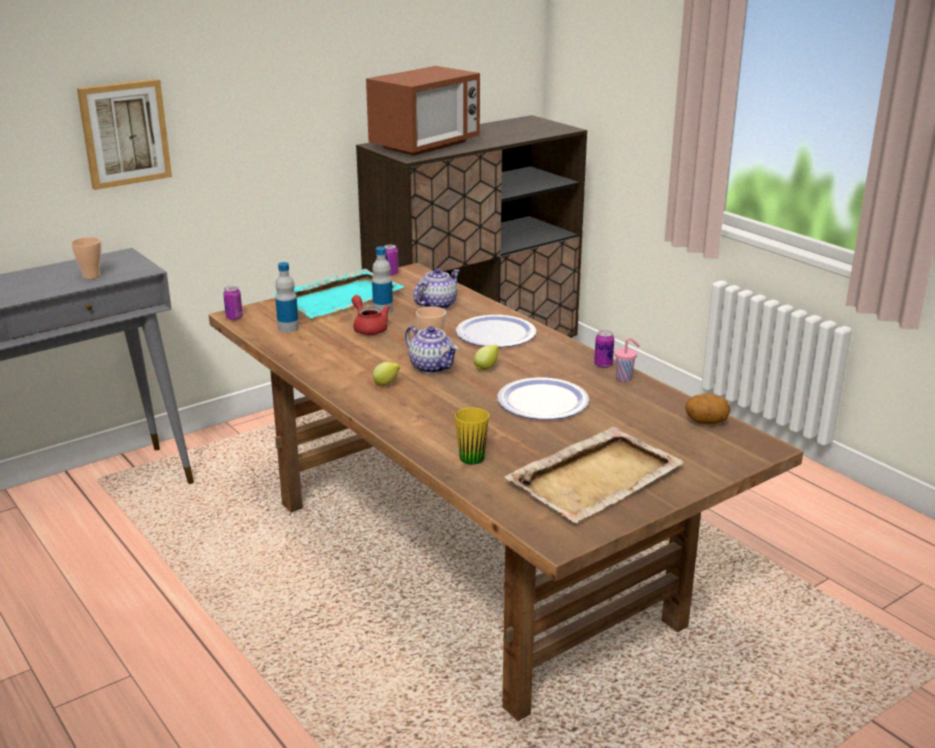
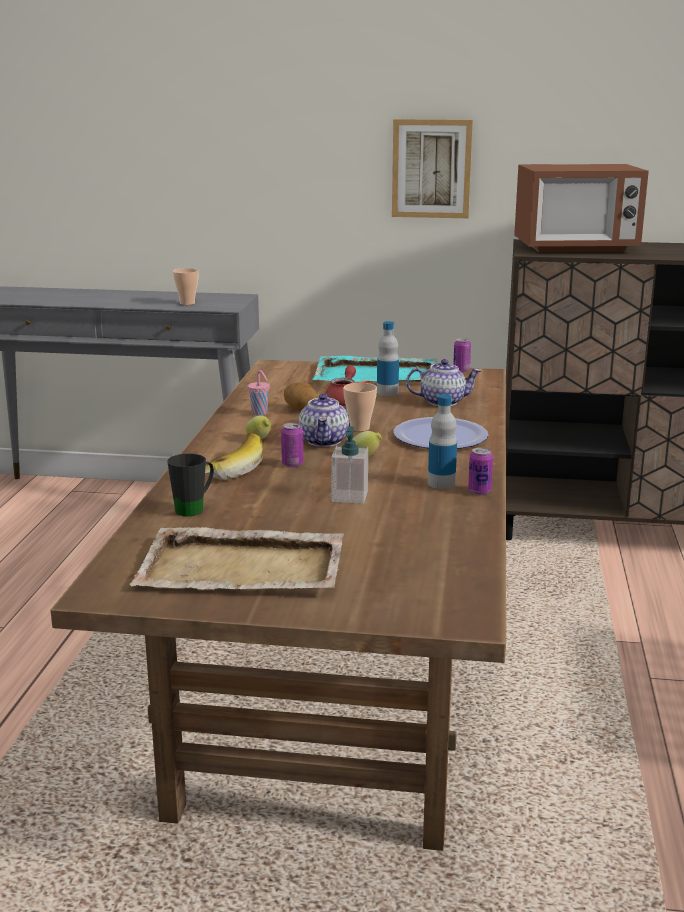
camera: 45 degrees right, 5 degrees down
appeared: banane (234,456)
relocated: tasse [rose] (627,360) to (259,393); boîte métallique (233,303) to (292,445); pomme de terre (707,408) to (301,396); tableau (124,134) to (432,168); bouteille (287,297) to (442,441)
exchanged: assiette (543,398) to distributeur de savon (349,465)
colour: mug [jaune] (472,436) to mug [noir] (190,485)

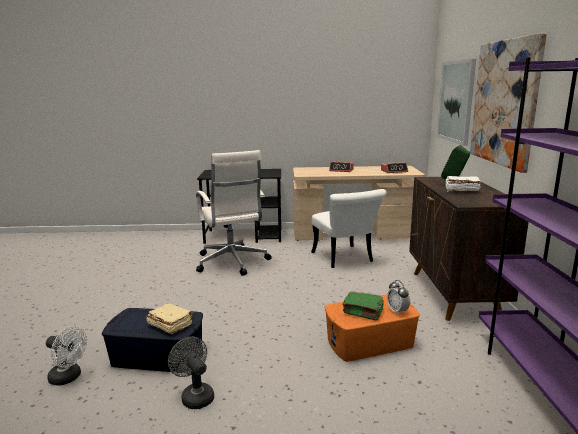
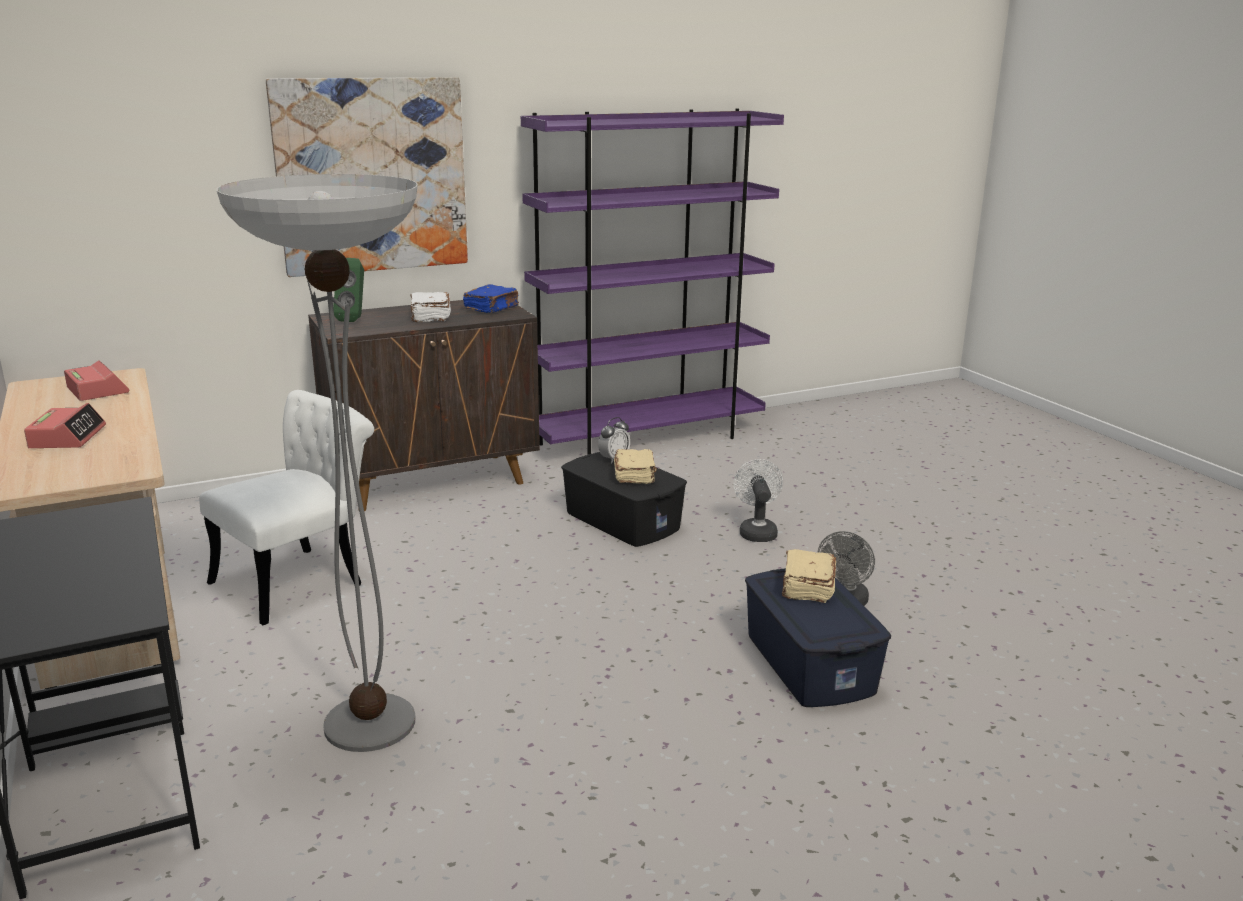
camera: 115 degrees left, 5 degrees up
missing: tableau (456,102)
appeared: livre [bleu] (491,298)
relocated: ventilateur [blanc] (66,356) to (758,500)
exchanged: chaise de bureau [blanc] (234,213) to lampadaire (317,463)
colour: boîte de rangement [orange] (372,328) to boîte de rangement [noir] (624,499); livre [vert] (363,306) to livre [beige] (635,466)

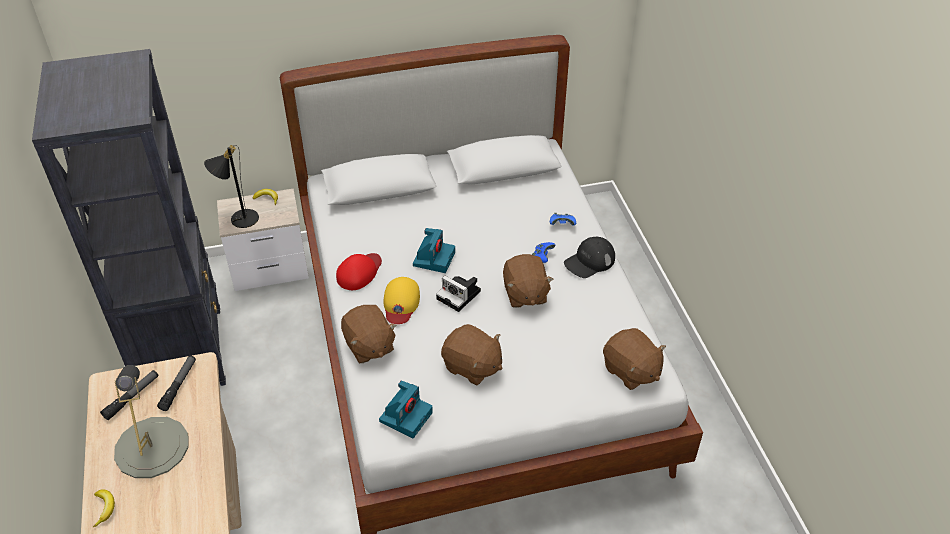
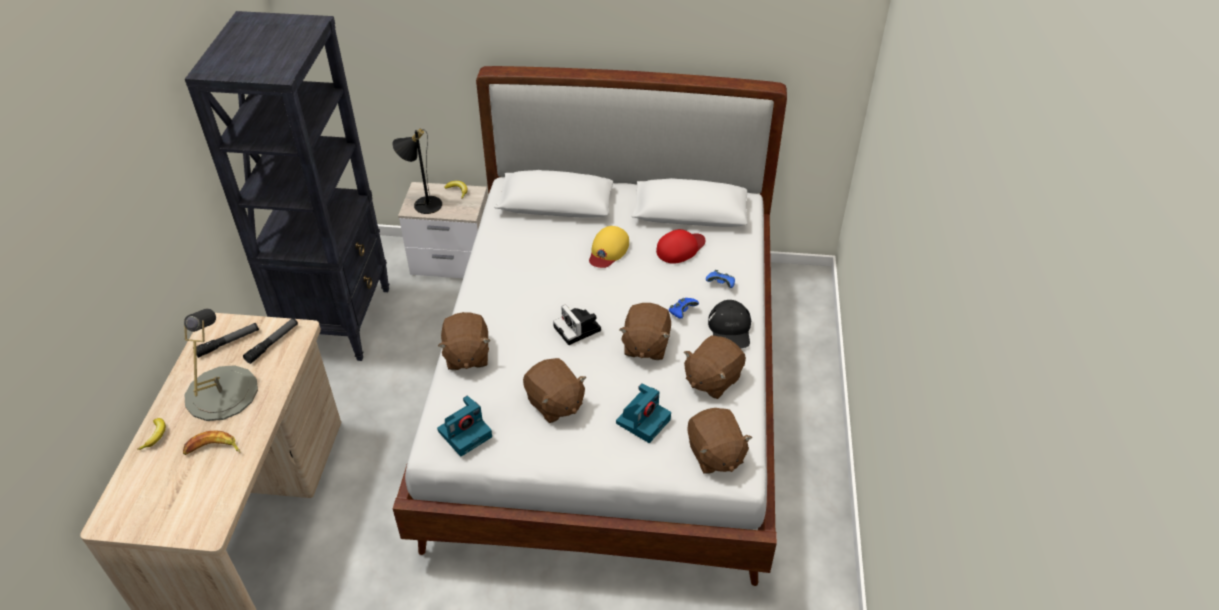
camera: 20 degrees right, 0 degrees up
appeared: banane (211,442); peluche [marron] (715,367)
relocated: casquette [jaune] (401,300) to (609,247); appareil photo (434,250) to (643,413); casquette [rouge] (359,271) to (680,246)
spun: casquette [noir] (589,257) = (729,324) 75 degrees counterclockwise

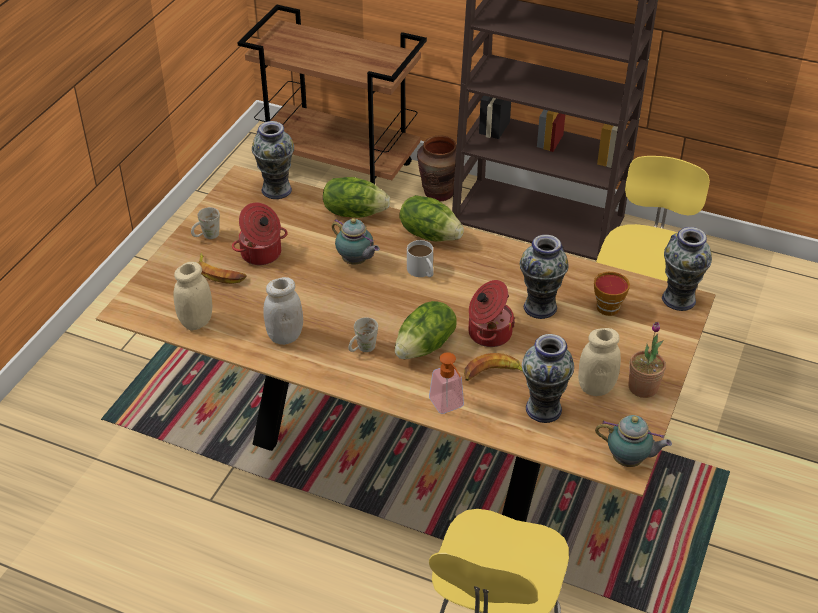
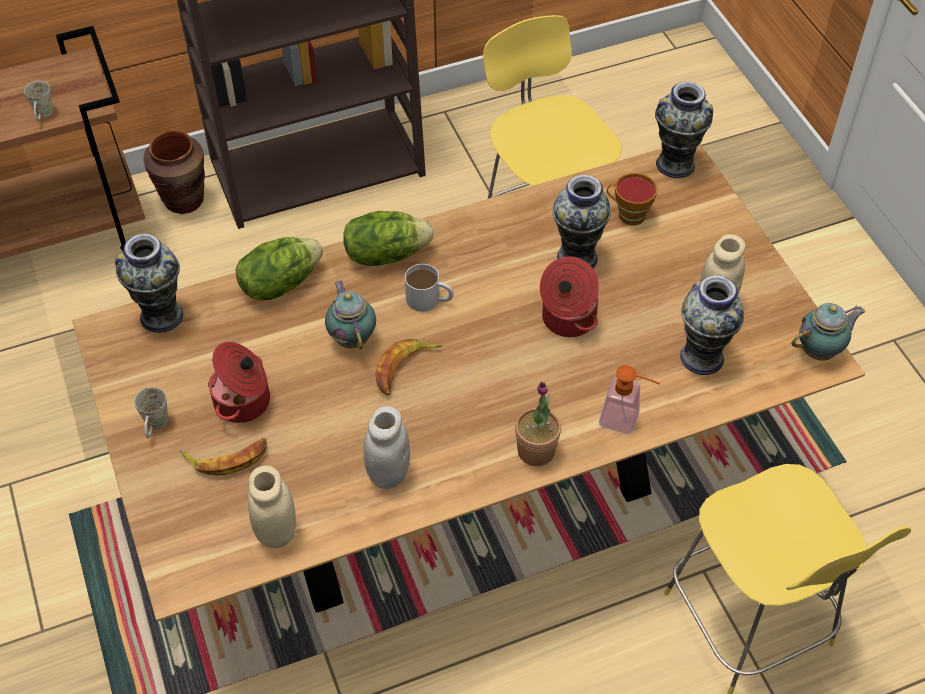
camera: 45 degrees left, 10 degrees up
missing: laitue (426,330)
relocated: mug [blanc] (363,334) to (38,101); banane (493,367) to (409,367); plante en pot (647,360) to (538,424)
spun: théière (356,241) = (350,315) 105 degrees counterclockwise

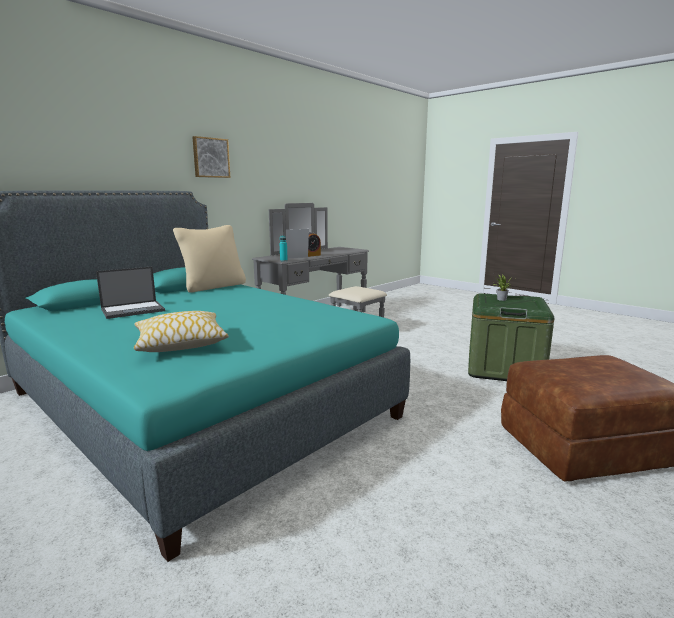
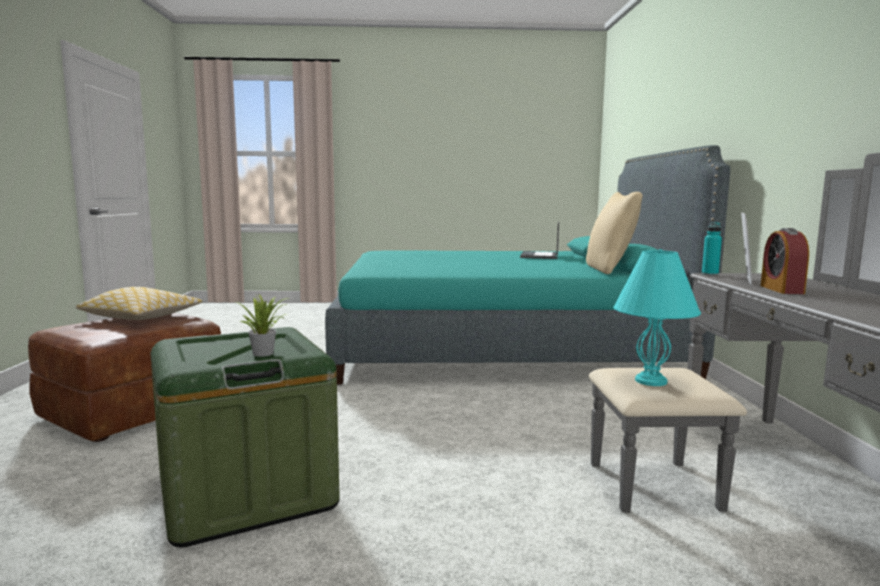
camera: 135 degrees right, 5 degrees down
missing: tableau (211,157)
appeared: lampe de table [turquoise] (657,317)
relocated: coussin (181,331) to (139,303)

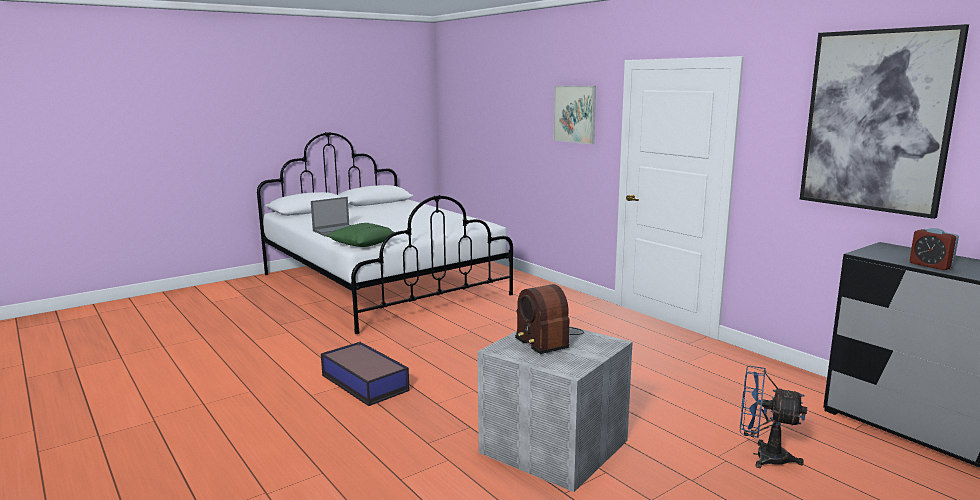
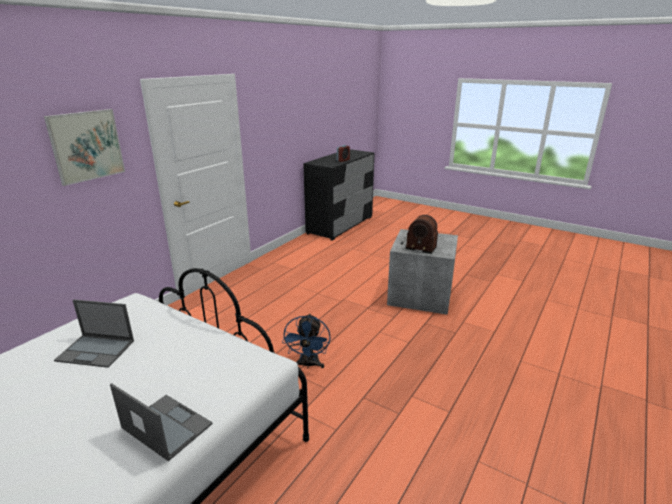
camera: 110 degrees left, 10 degrees up
missing: boîte de rangement (365,374); coussin [vert] (360,235); tableau (884,121)
appeared: ordinateur portable (94,333)
relocated: ventilateur [bleu] (773,417) to (306,341)
spun: radio (549,319) = (419,234) 75 degrees clockwise

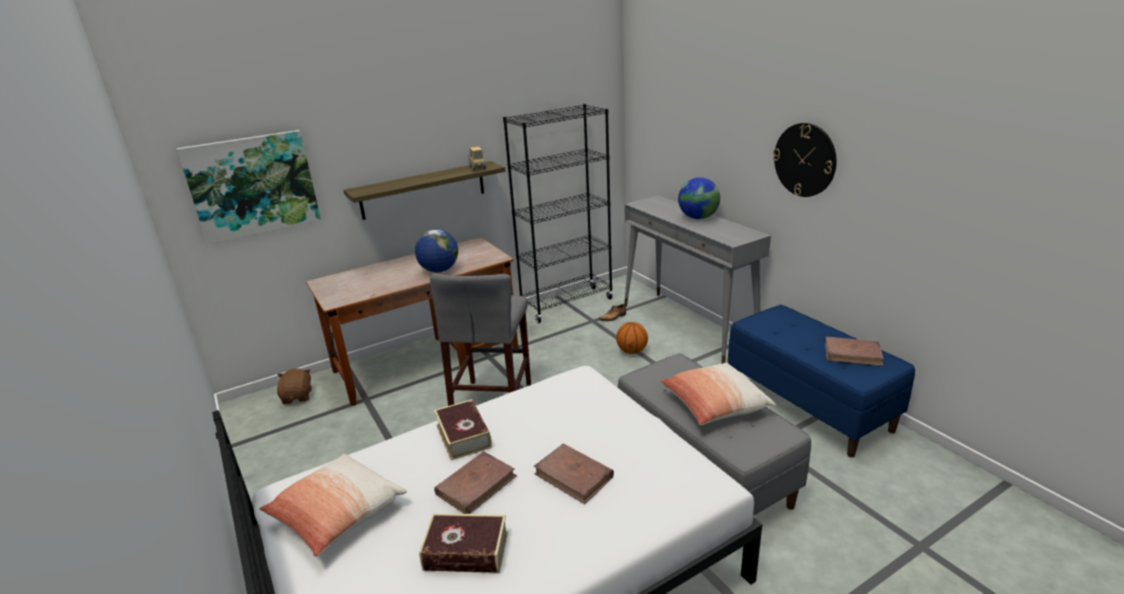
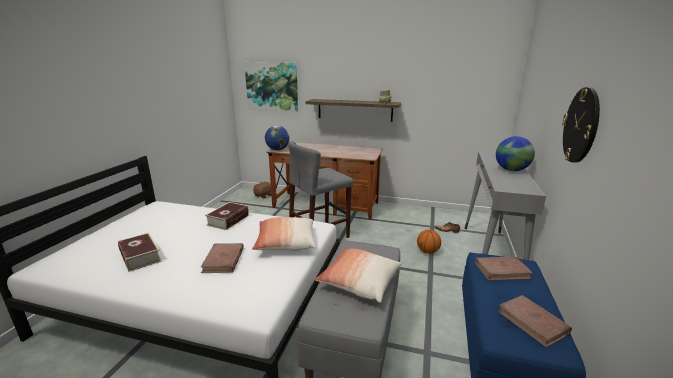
camera: 45 degrees right, 5 degrees down
missing: bibliothèque [noir] (558,213)
relocated: coussin (333,505) to (284,234); globe (436,250) to (277,138); livre [marron] (475,482) to (504,269)

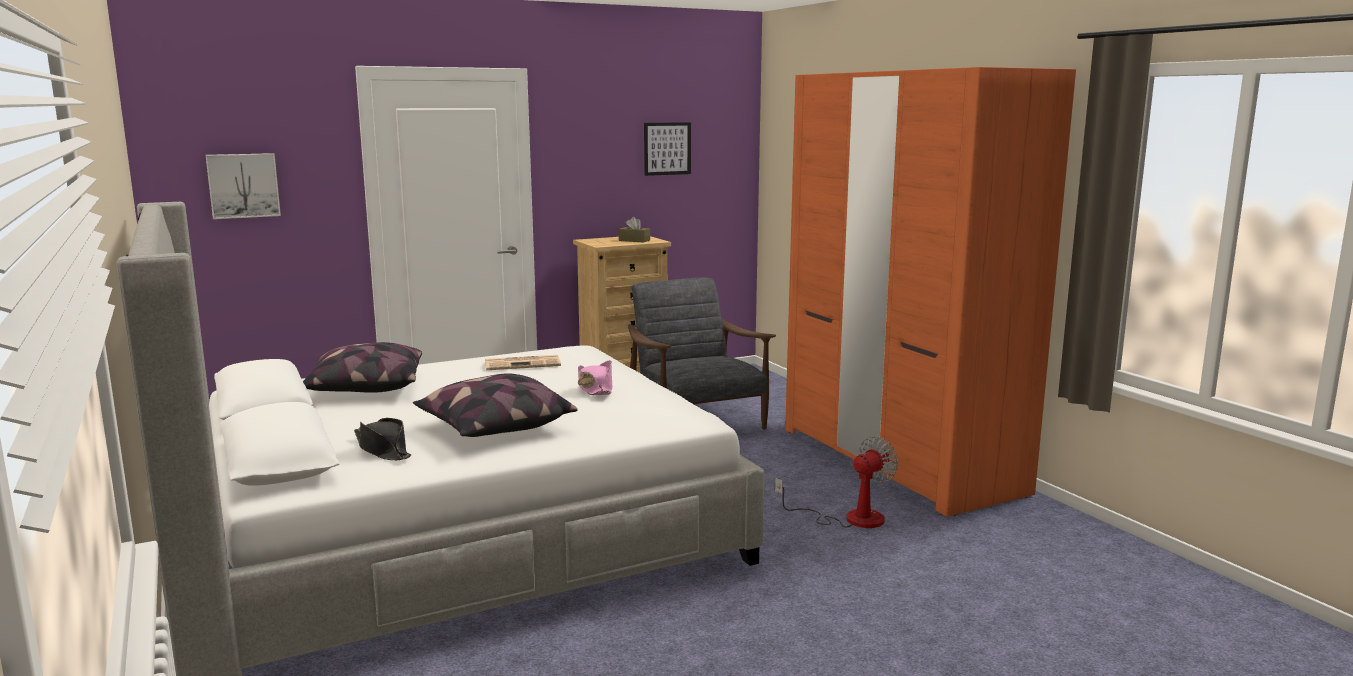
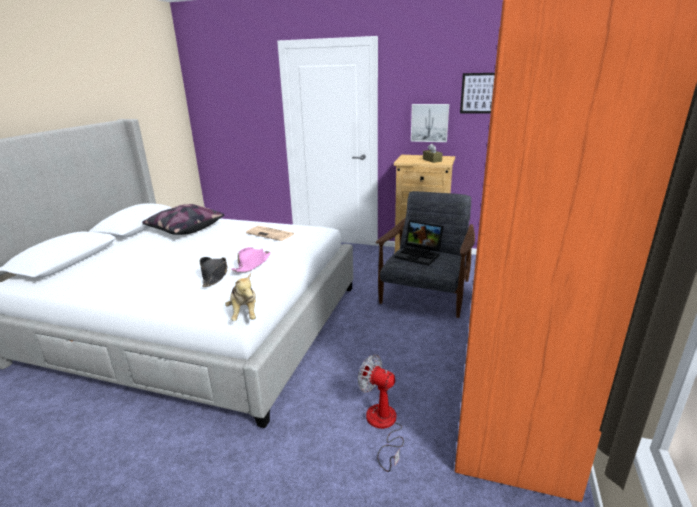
camera: 45 degrees right, 10 degrees up
missing: coussin (495,405)
appeared: peluche (240,297); ordinateur portable (419,243)
relocated: chapeau [noir] (382,439) to (213,272); tableau (243,186) to (430,123)
spun: ventilateur (836,482) = (381,413) 150 degrees counterclockwise

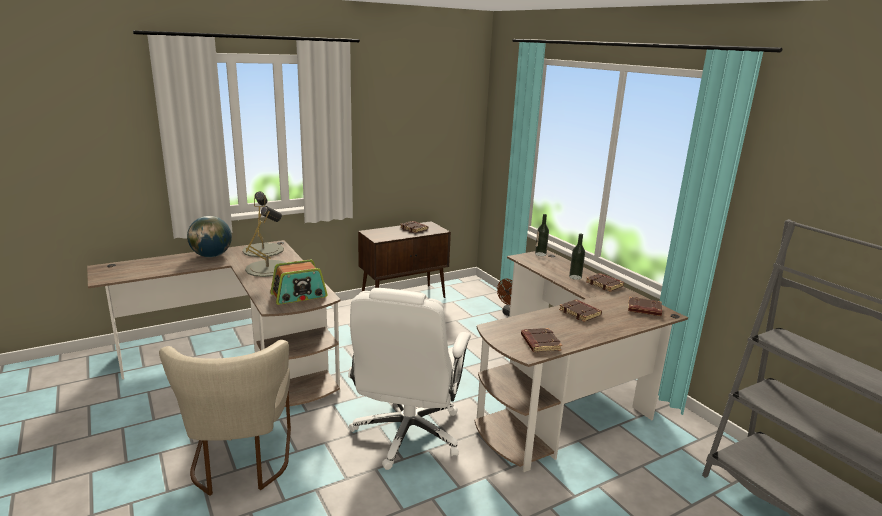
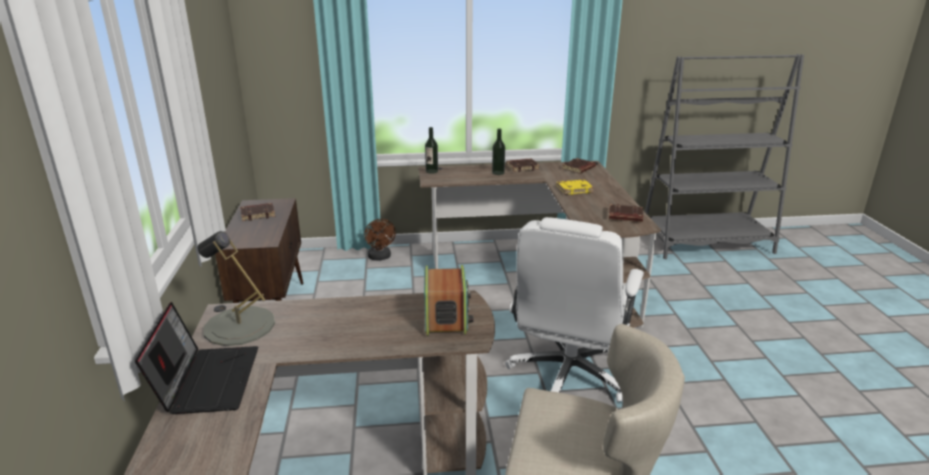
camera: 65 degrees left, 5 degrees up
missing: lampe de table [gris] (266,241)
exchanged: globe (209,236) to ordinateur portable (196,358)
colour: livre [marron] (580,310) to livre [jaune] (575,187)
spun: chaise de bureau [blanc] (409,379) = (574,309) 75 degrees clockwise

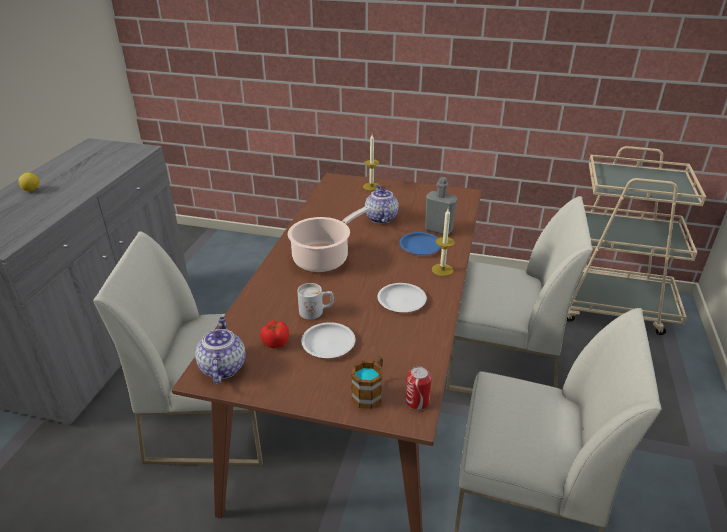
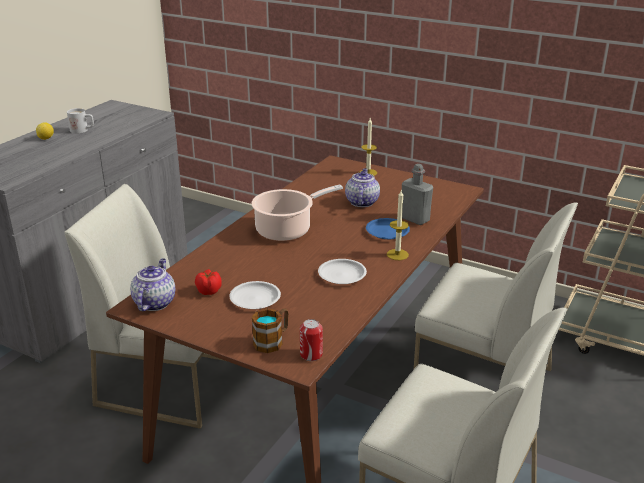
camera: 15 degrees right, 5 degrees down
relocated: mug [blanc] (315,301) to (80,121)

